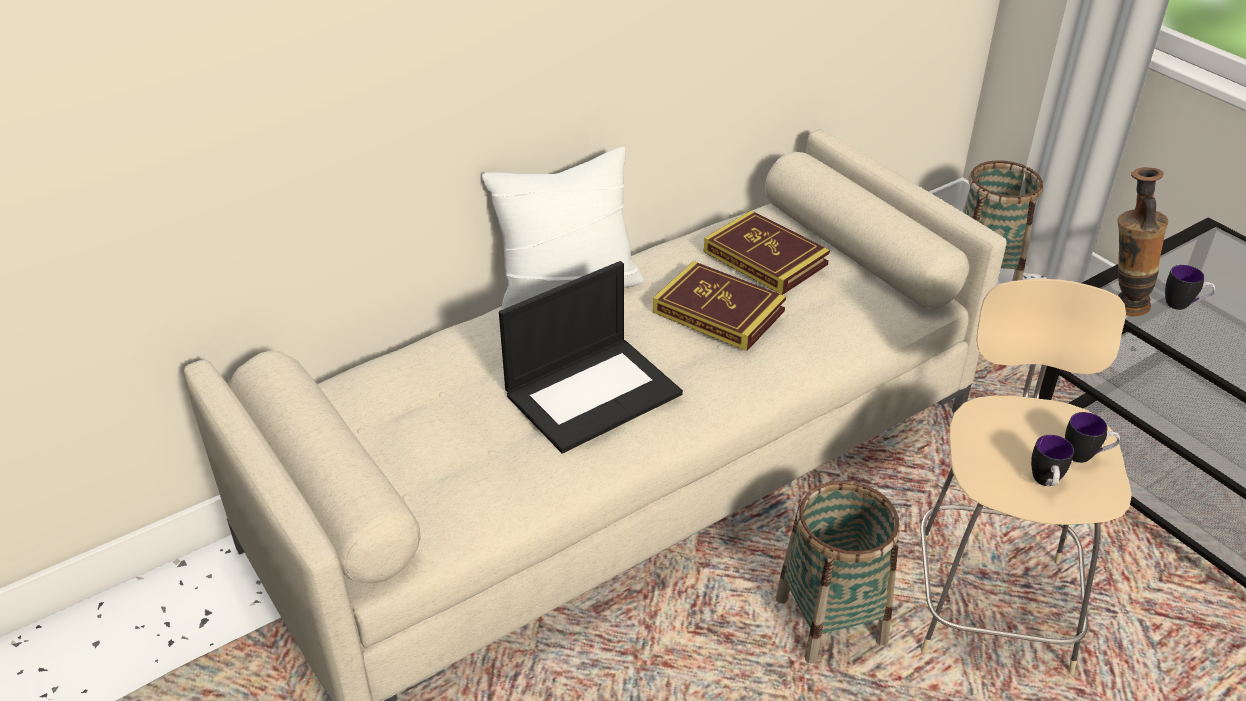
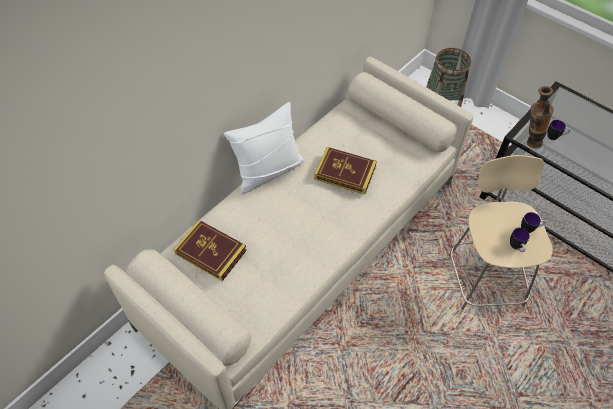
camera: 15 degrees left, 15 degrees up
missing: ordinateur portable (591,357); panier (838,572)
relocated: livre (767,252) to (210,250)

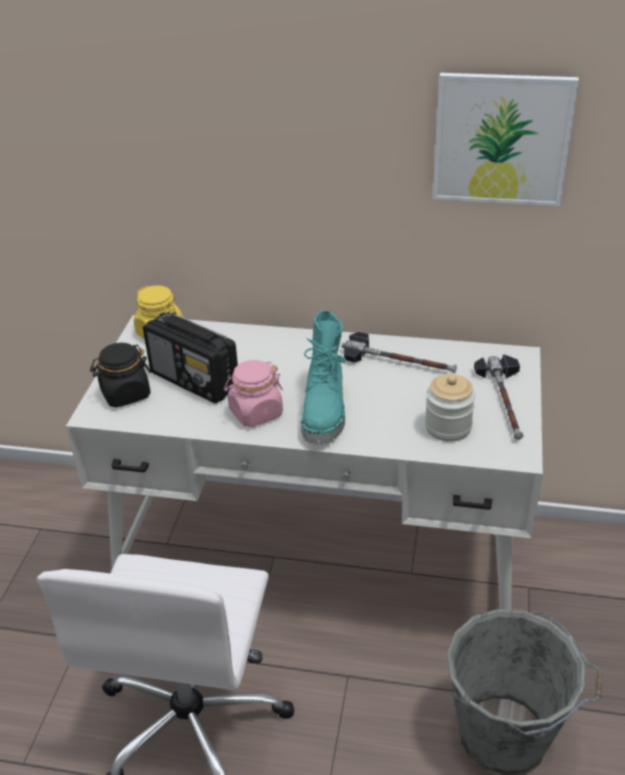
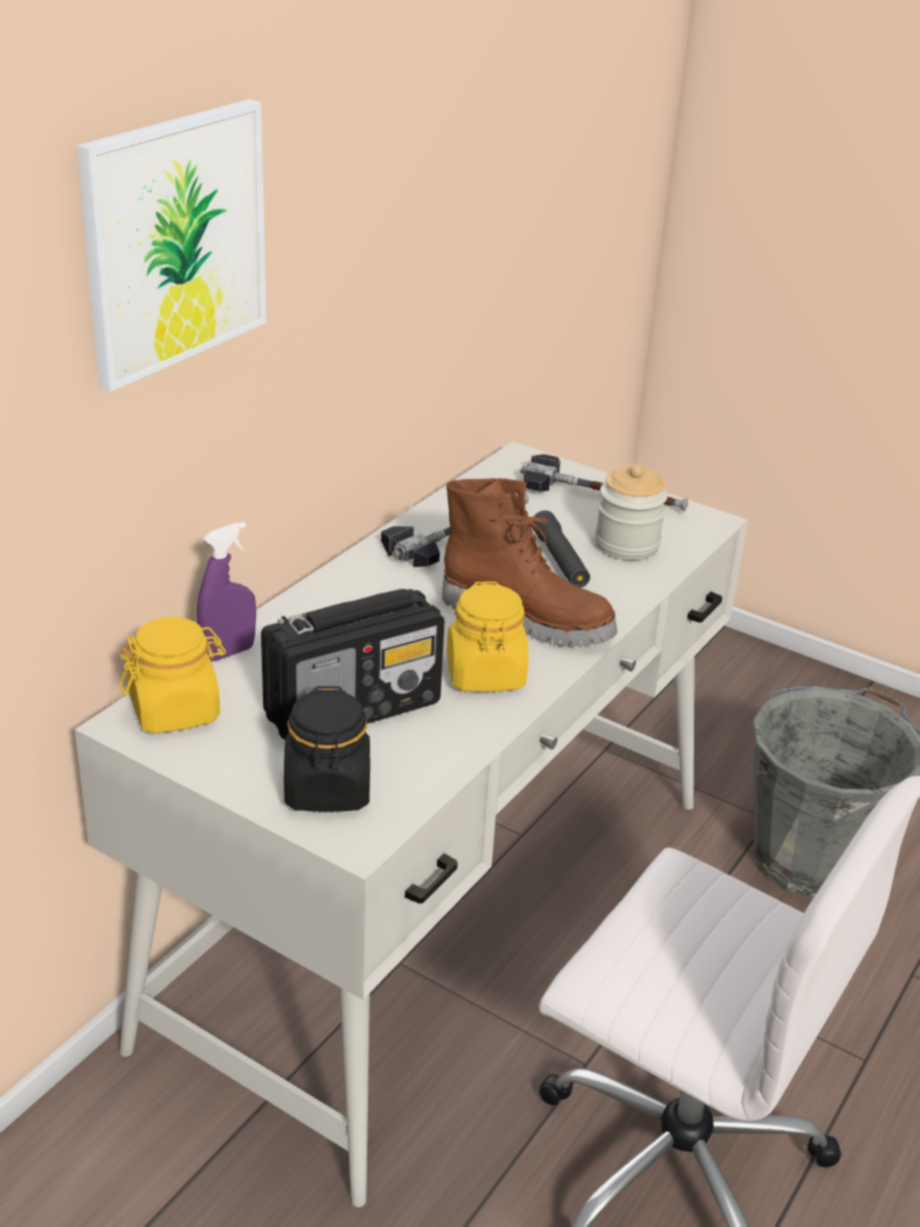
camera: 70 degrees left, 5 degrees down
appeared: vaporisateur [violet] (226,591); lampe de poche [noir] (561,549)
relocated: tableau (506,139) to (171,245)
colour: botte [turquoise] (323,377) to botte [marron] (529,562); bocal [rose] (253,393) to bocal [jaune] (487,637)

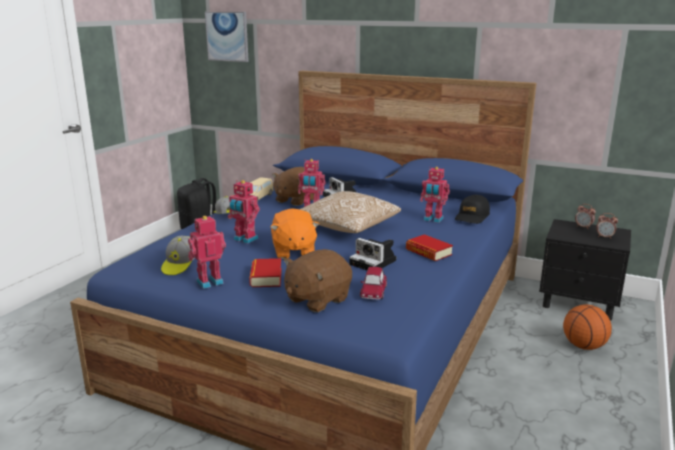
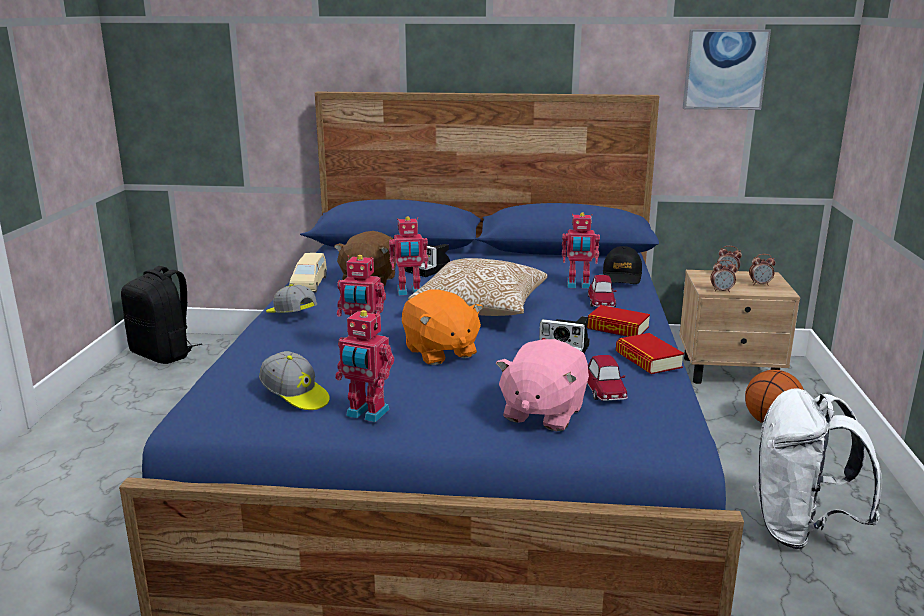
camera: 20 degrees left, 0 degrees up
appeared: petite voiture (602,291); réveil (723,276); sac à dos [blanc] (817,468)
relocated: livre (265,272) to (650,353); tableau (227,37) to (727,69)
colour: peluche [marron] (318,280) to peluche [rose] (542,385); table de chevet [noir] (585,269) to table de chevet [beige] (739,327)
spun: casquette (178,255) = (294,380) 45 degrees counterclockwise; robot jouet (207,252) = (364,366) 105 degrees counterclockwise

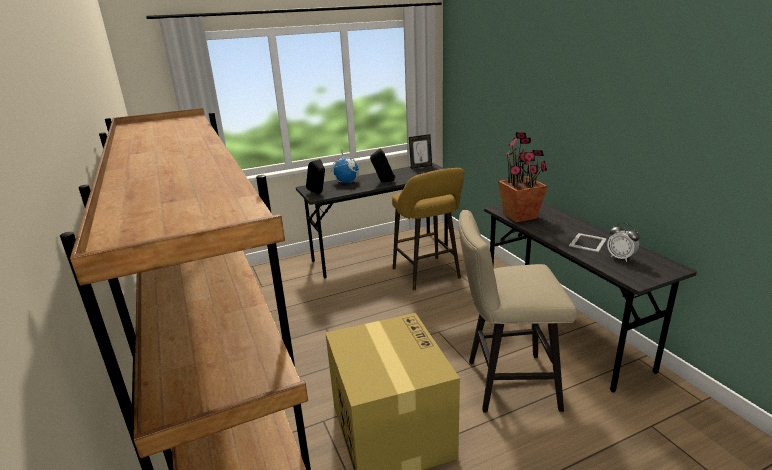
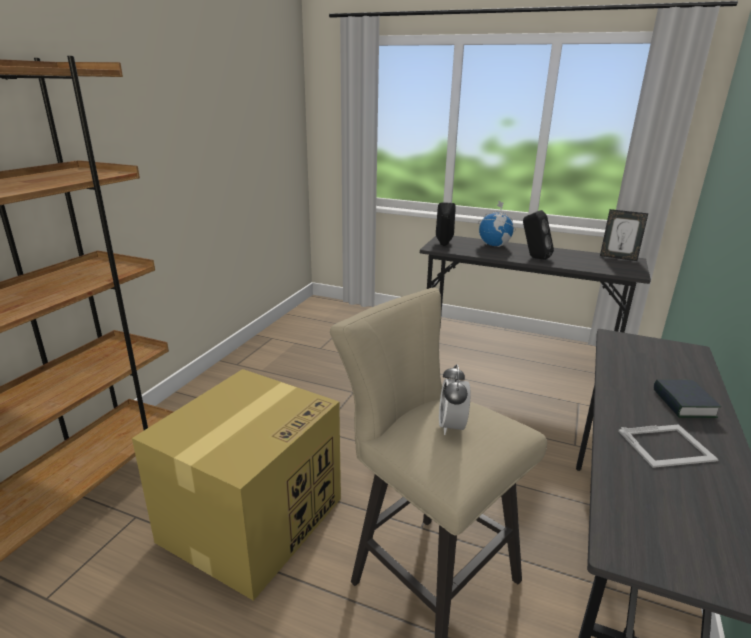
camera: 45 degrees right, 0 degrees up
missing: tabouret [jaune] (428,229); plante en pot (523,178)
appeared: livre (687,398)
relocated: réveil (623,242) to (455,399)

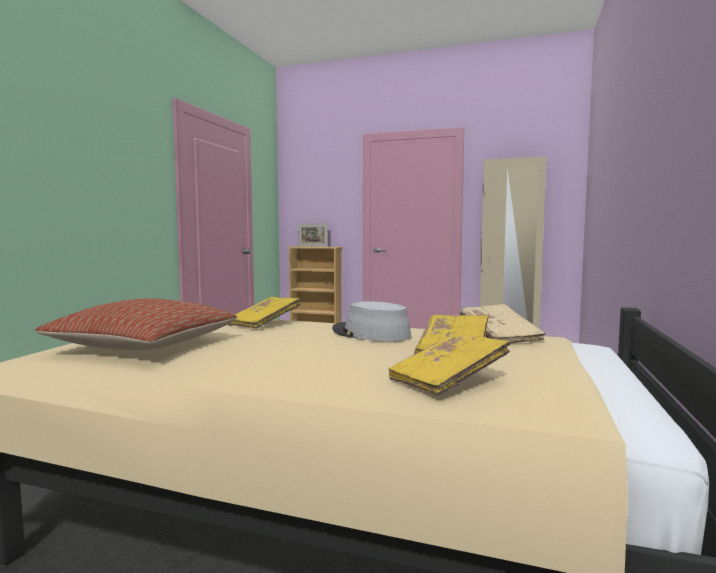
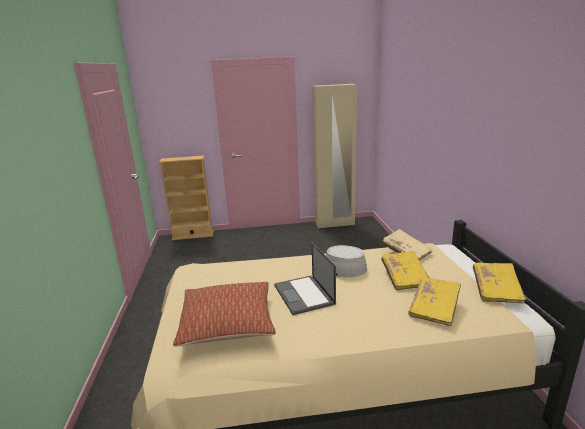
camera: 25 degrees left, 15 degrees up
missing: cadre photo (313,235)
appeared: ordinateur portable (305,278)
relocated: livre [jaune] (264,312) to (499,283)

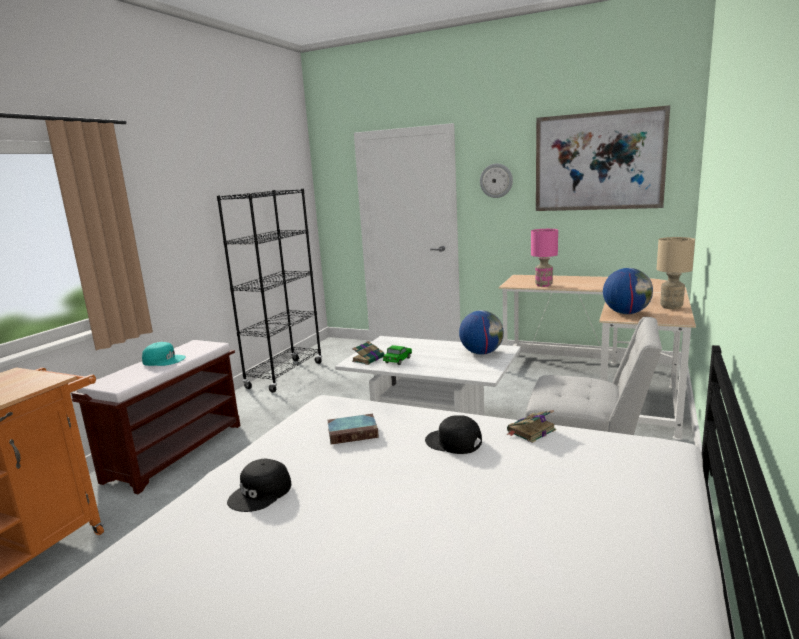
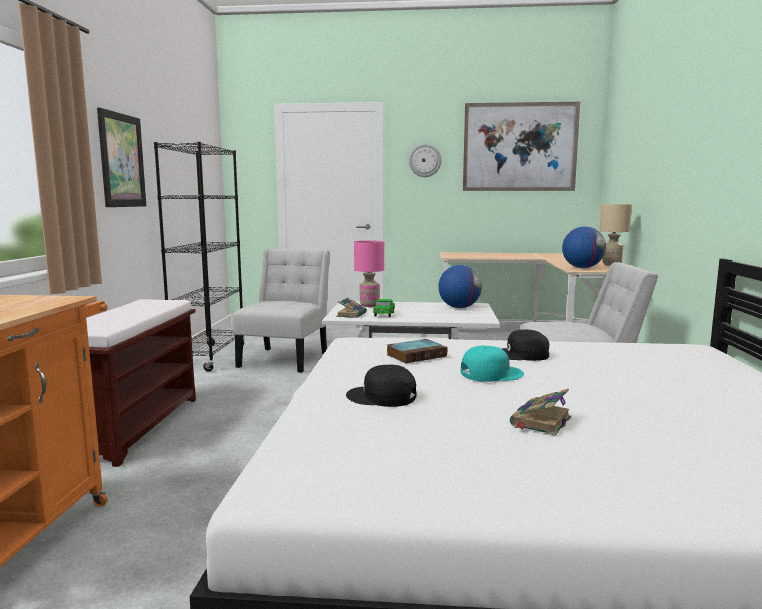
camera: 20 degrees left, 5 degrees down
appeared: tableau (121,157); chaise [blanc] (281,311)
relocated: lampe de table [rose] (544,258) to (369,273); casquette [turquoise] (164,354) to (492,364); livre (531,426) to (540,412)
spun: casquette [noir] (259,485) = (381,386) 90 degrees clockwise

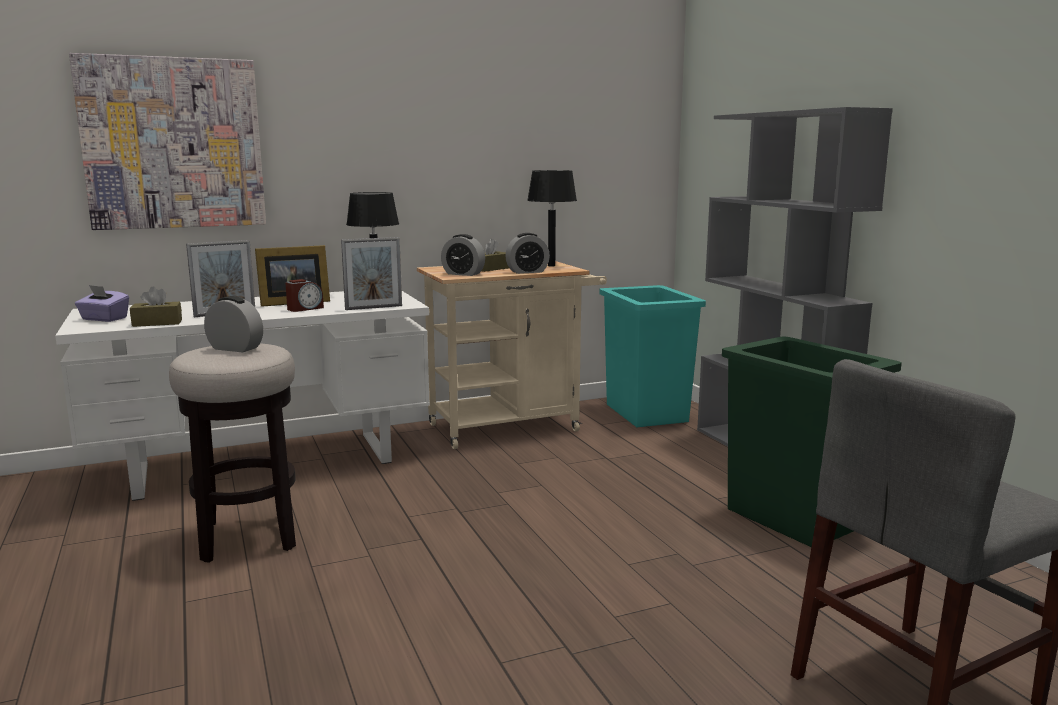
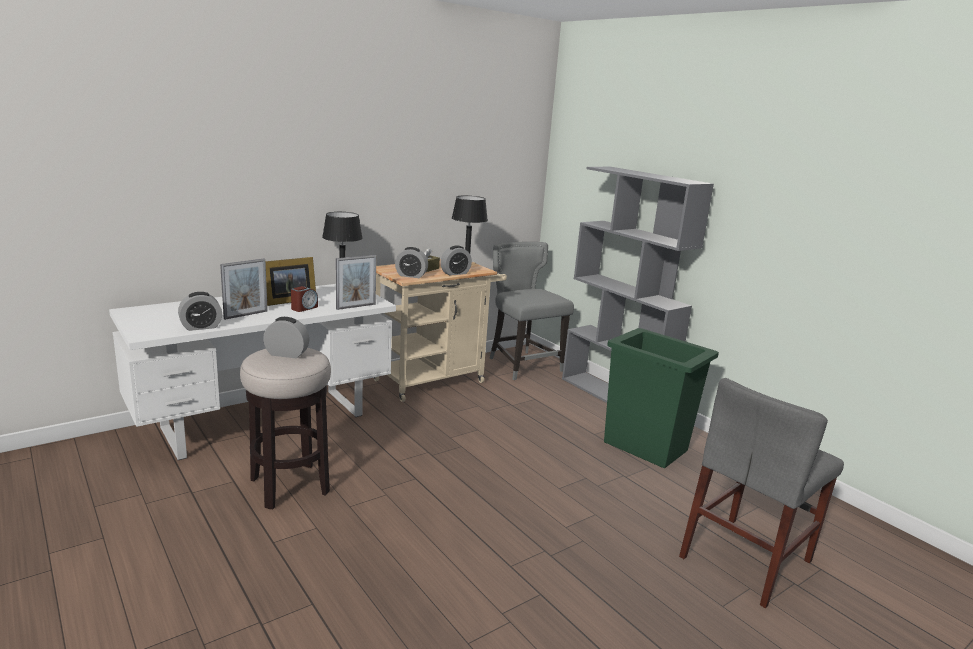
camera: 15 degrees left, 5 degrees up
missing: tableau (167,141); boîte à mouchoirs [violet] (102,303)
exchanged: boîte à mouchoirs [marron] (156,307) to réveil (200,311); poubelle [turquoise] (653,356) to chaise [gris] (531,311)

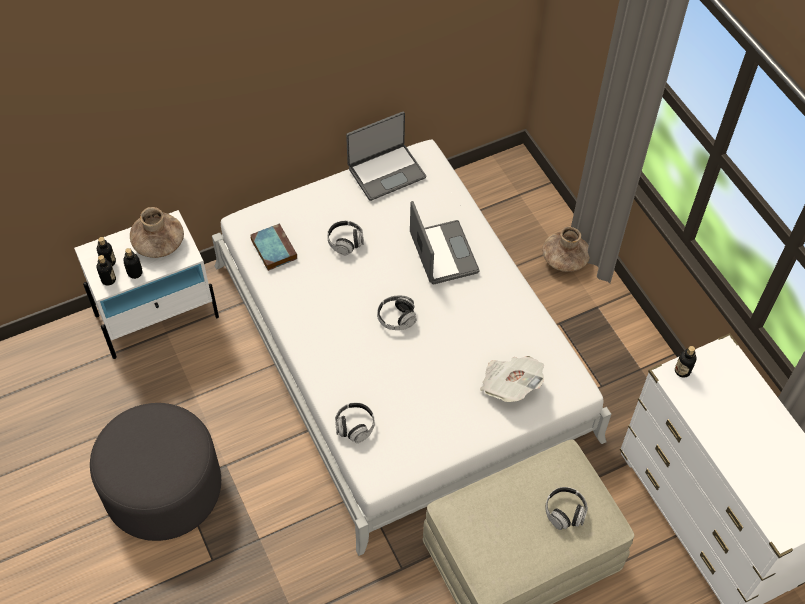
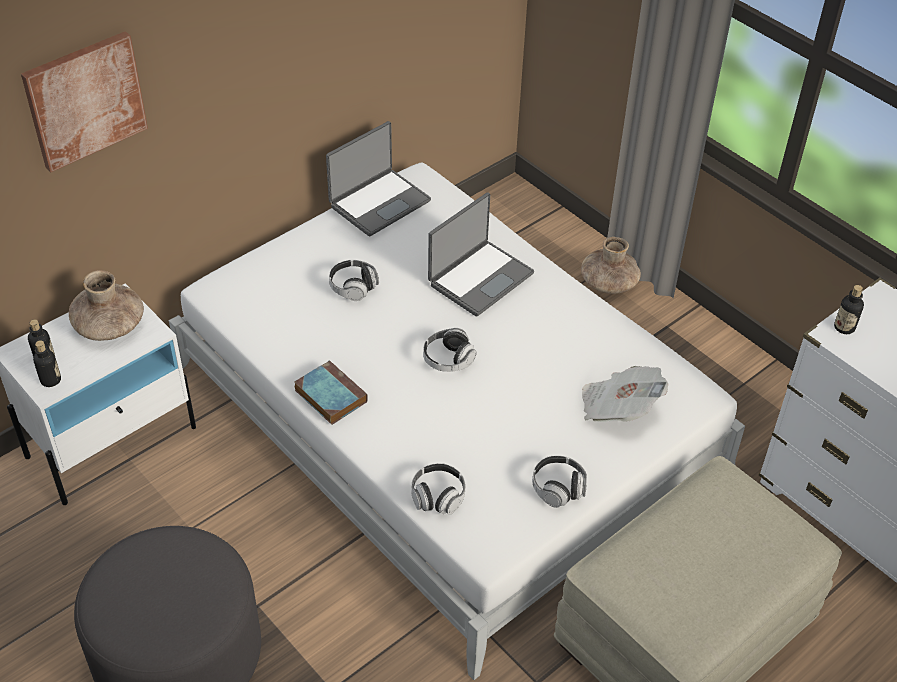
camera: 15 degrees left, 10 degrees down
missing: bouteille (133,263)
appeared: tableau (84,101)
relocated: livre (274,247) to (331,392); casque audio (566,508) to (559,481)
spun: ordinateur portable (444,242) = (481,254) 75 degrees clockwise

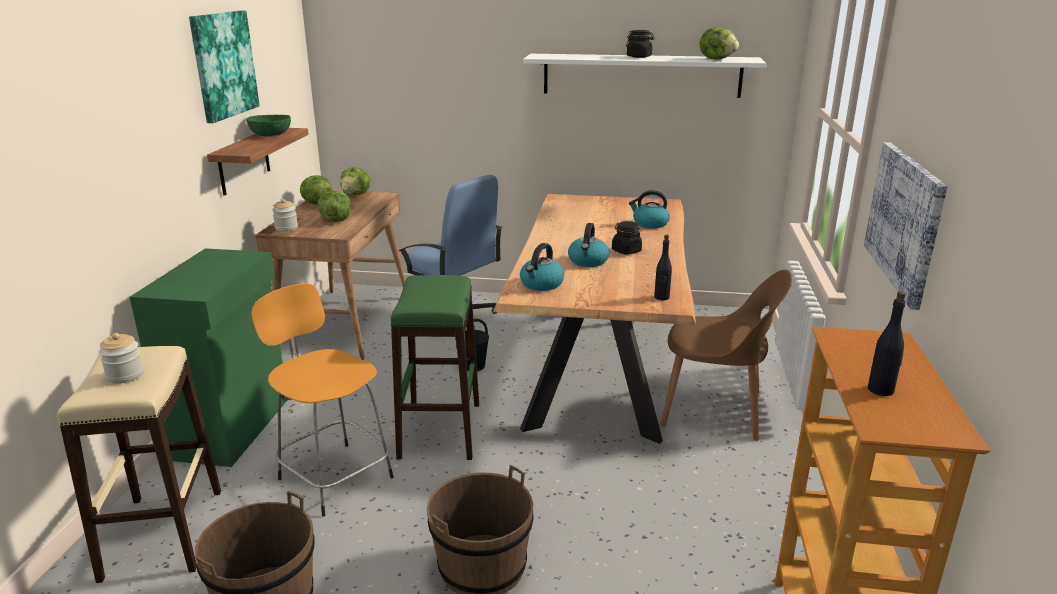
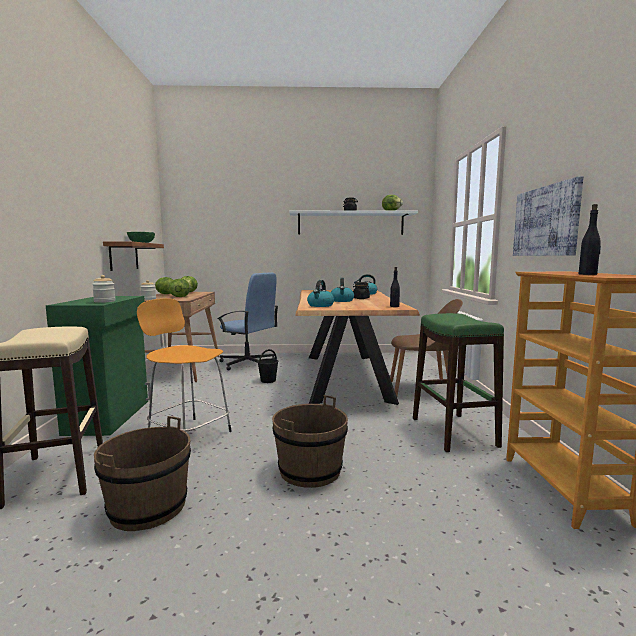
camera: 10 degrees left, 15 degrees down
missing: tableau (224,66)
relocated: bocal (121,358) to (103,289); tabouret [vert] (435,367) to (458,382)

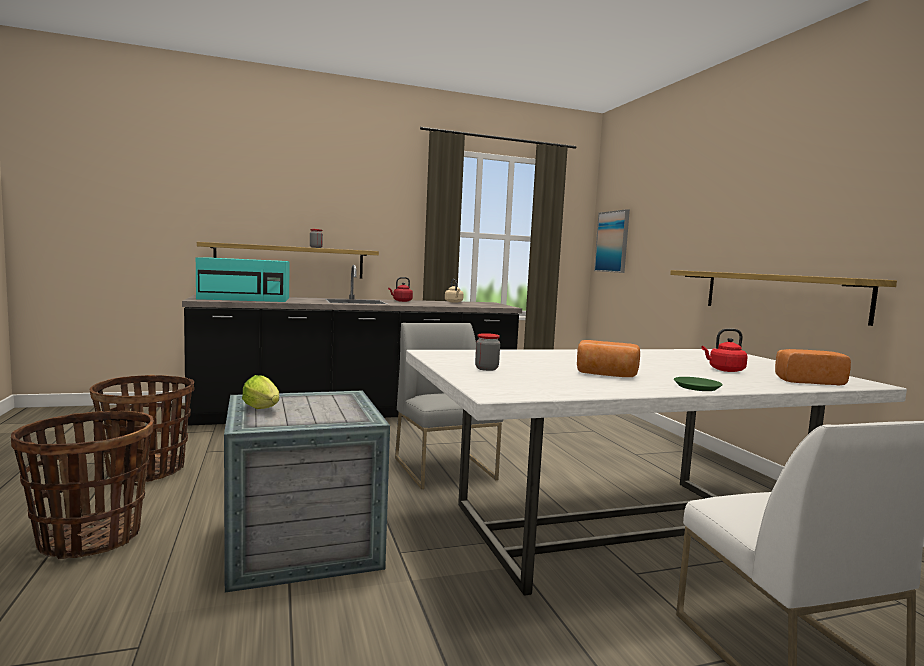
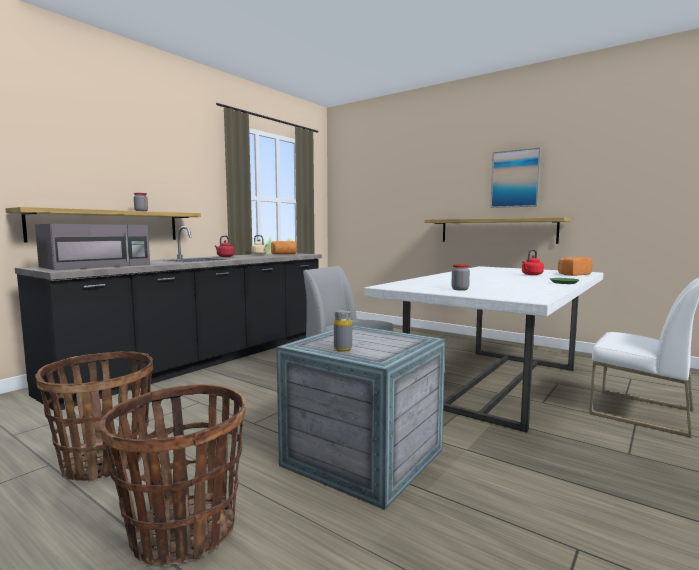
camera: 35 degrees left, 0 degrees up
relocated: pain (608,358) to (284,248); tableau (612,241) to (516,177)
exchanged: laitue (260,392) to bouteille [gris] (343,331)
colour: micro-ondes [turquoise] (243,279) to micro-ondes [gris] (92,247)

